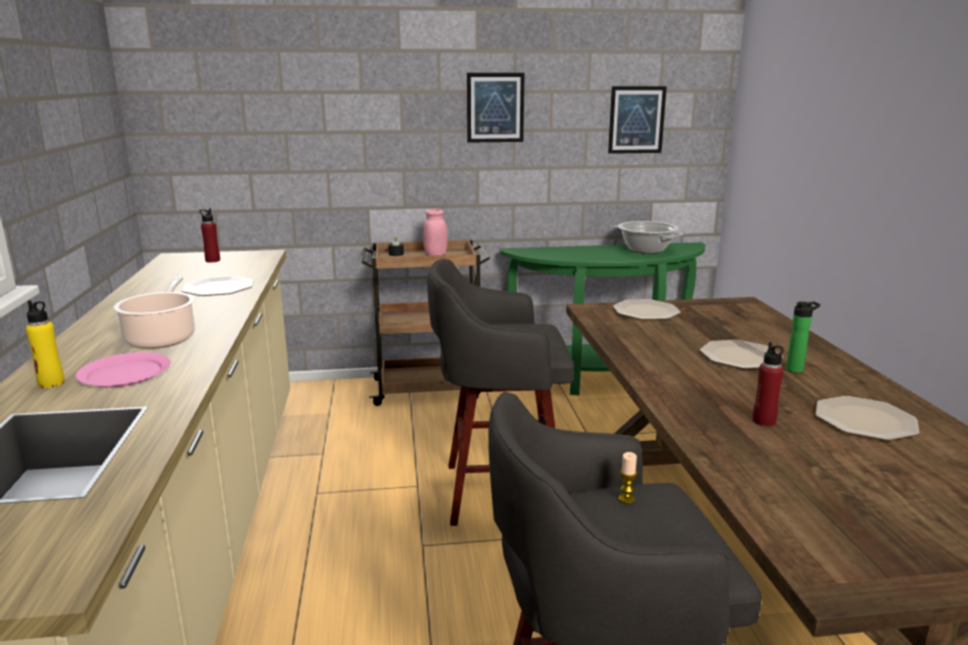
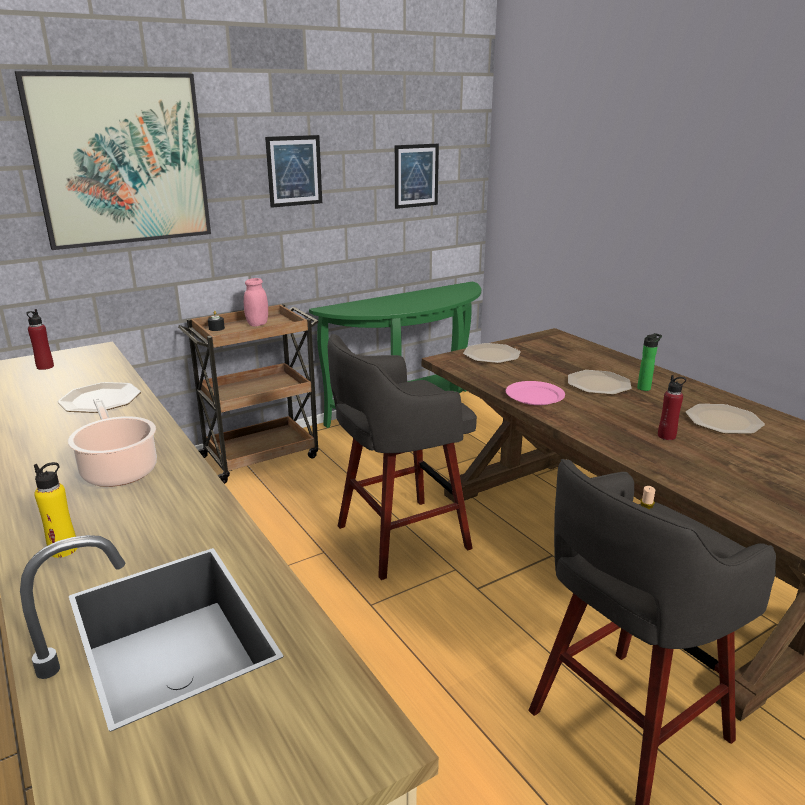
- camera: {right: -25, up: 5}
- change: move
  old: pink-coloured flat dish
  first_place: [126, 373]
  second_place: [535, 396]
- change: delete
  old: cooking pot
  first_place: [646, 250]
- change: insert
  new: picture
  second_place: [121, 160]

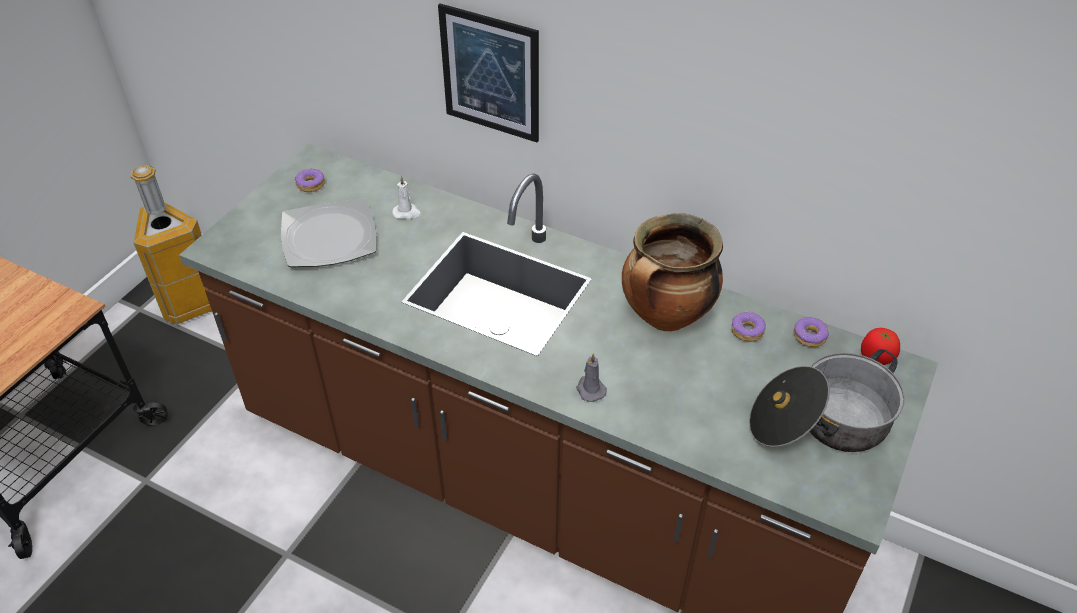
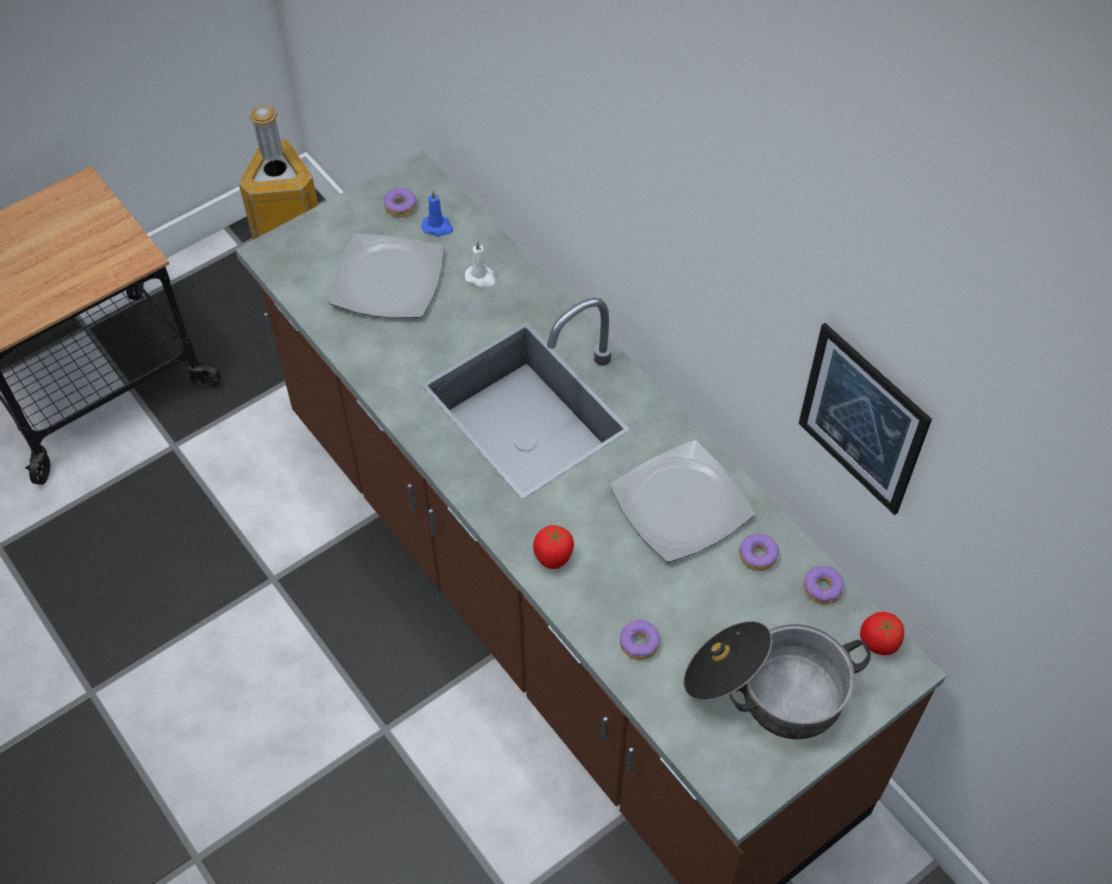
- camera: {right: 25, up: 10}
- change: move
  old: picture
  first_place: [490, 74]
  second_place: [862, 420]
- change: replace
  old: greyish wax candle
  new: whole tomato
  first_place: [590, 389]
  second_place: [553, 557]
- change: replace
  old: cooking pot
  new: flat dish
  first_place: [666, 317]
  second_place: [680, 506]
- change: insert
  new: blue-coloured wax candle
  second_place: [438, 227]
- change: insert
  new: doughnut
  second_place: [639, 644]

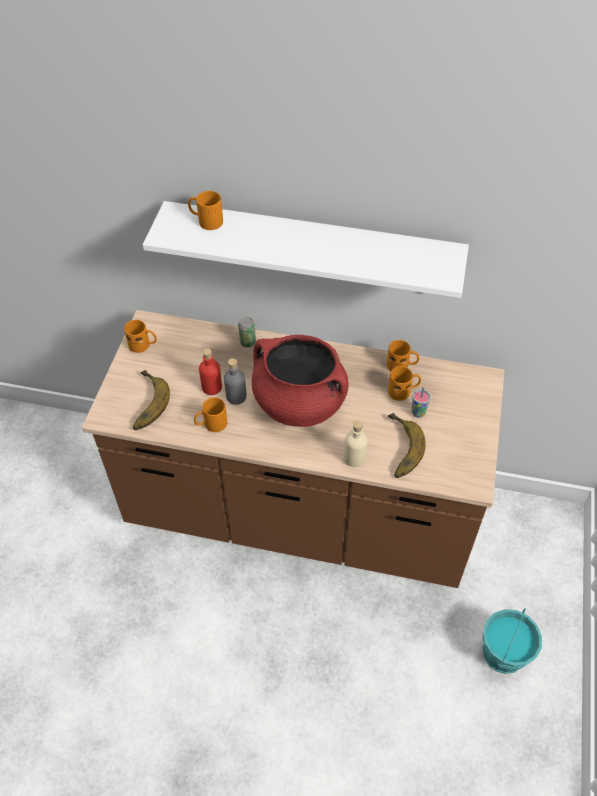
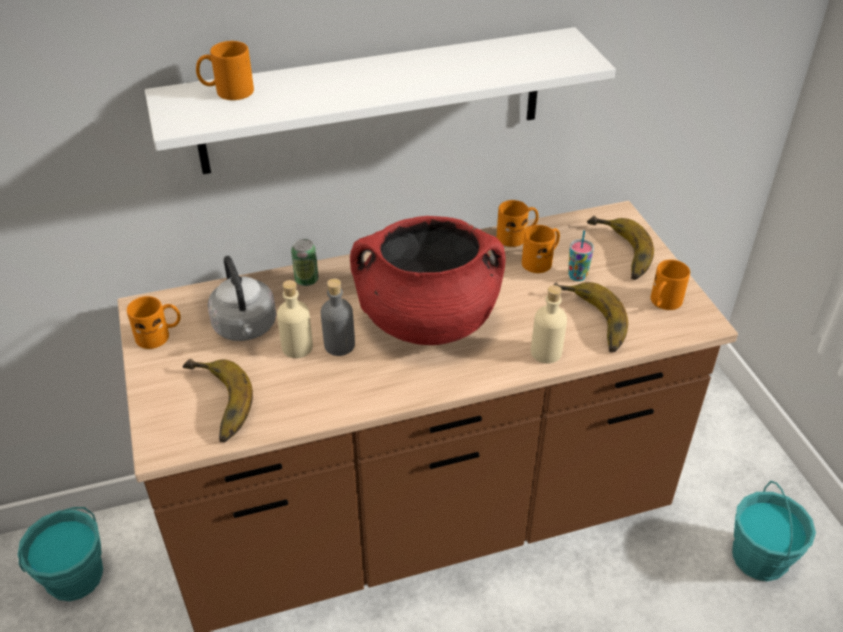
- camera: {right: -30, up: -10}
- change: move
  old: orangey tea mug
  first_place: [211, 424]
  second_place: [663, 303]
- change: recolor
  old: red beverage bottle
  new: sand-coloured beverage bottle
  first_place: [212, 387]
  second_place: [297, 347]
- change: insert
  new: turquoise water bucket
  second_place: [75, 577]
- change: insert
  new: greyish tea kettle
  second_place: [246, 328]
- change: insert
  new: whole banana
  second_place: [616, 252]

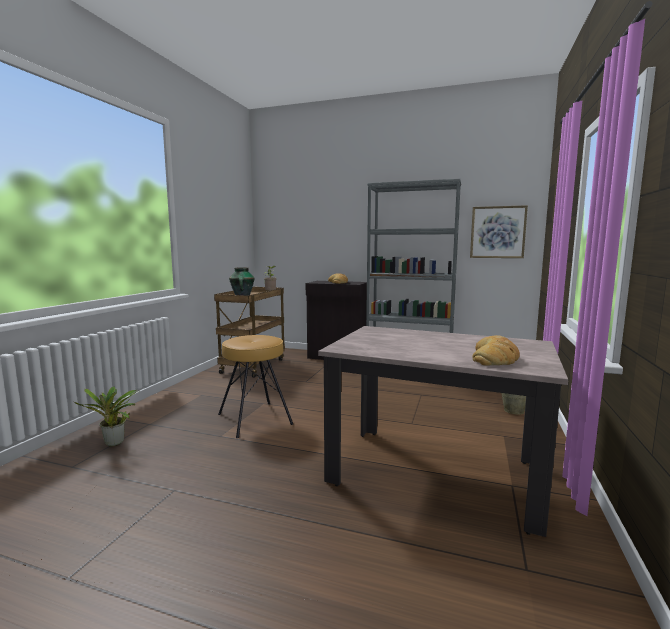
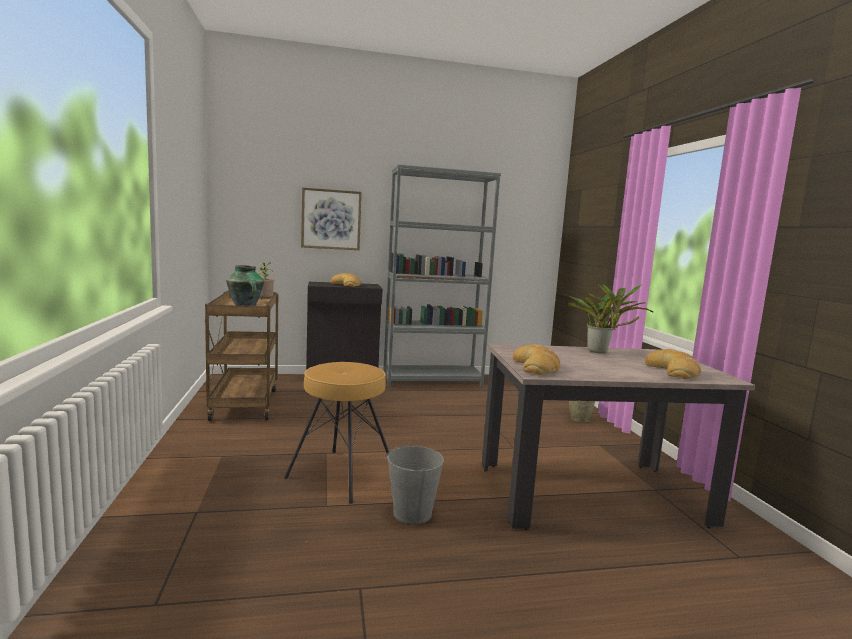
- camera: {right: -30, up: 0}
- change: move
  old: houseplant
  first_place: [114, 444]
  second_place: [600, 352]
- change: move
  old: picture
  first_place: [497, 232]
  second_place: [331, 219]
- change: insert
  new: greyish water bucket
  second_place: [412, 513]
- change: insert
  new: baked bread
  second_place: [536, 366]

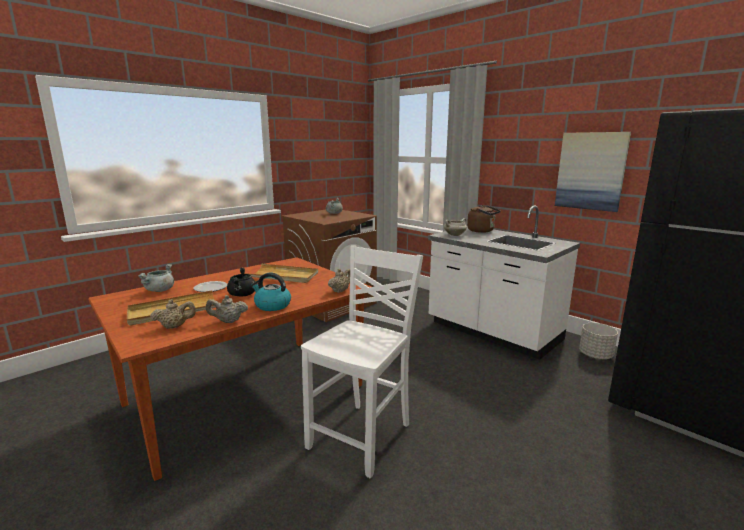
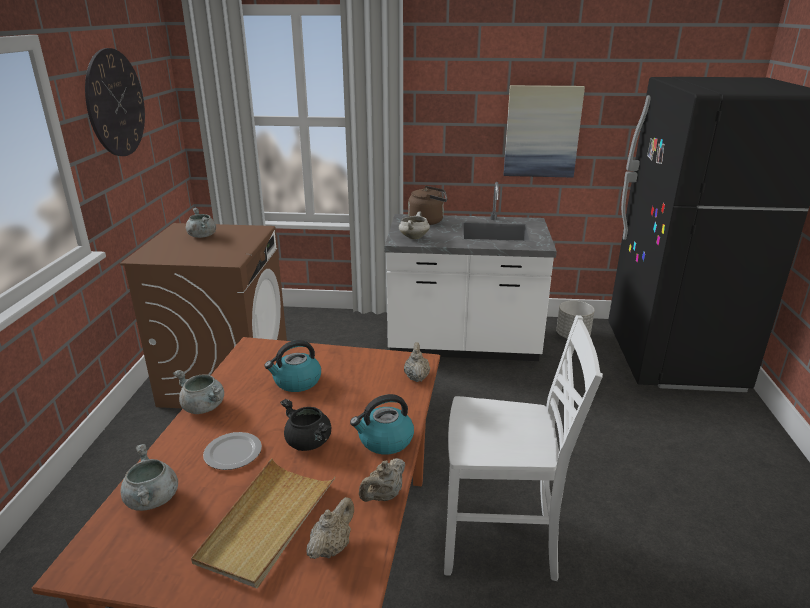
- camera: {right: -40, up: 10}
- change: replace
  old: sand-coloured serving tray
  new: tea kettle
  first_place: [283, 276]
  second_place: [296, 382]
- change: rotate
  old: whitish plain chair
  first_place: [363, 436]
  second_place: [502, 542]
  degrees: 105
- change: insert
  new: wall clock
  second_place: [115, 103]
- change: insert
  new: greyish cooking pot
  second_place: [204, 407]

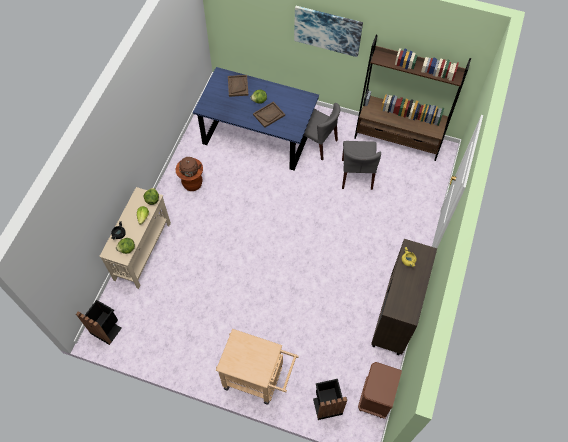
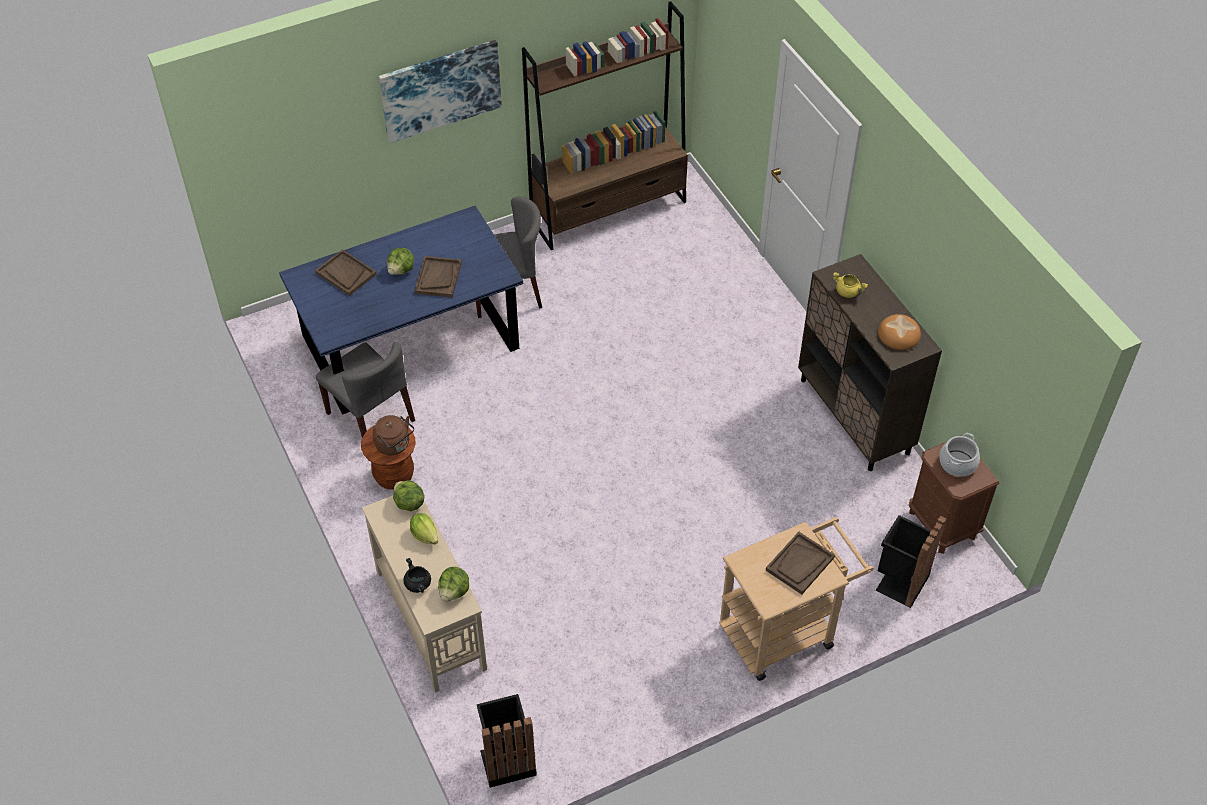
- camera: {right: -45, up: -10}
- change: move
  old: greyish plain chair
  first_place: [357, 174]
  second_place: [371, 417]
- change: insert
  new: brown-coloured serving tray
  second_place: [800, 564]
- change: insert
  new: baked bread
  second_place: [898, 334]
- change: insert
  new: cooking pot
  second_place: [957, 463]

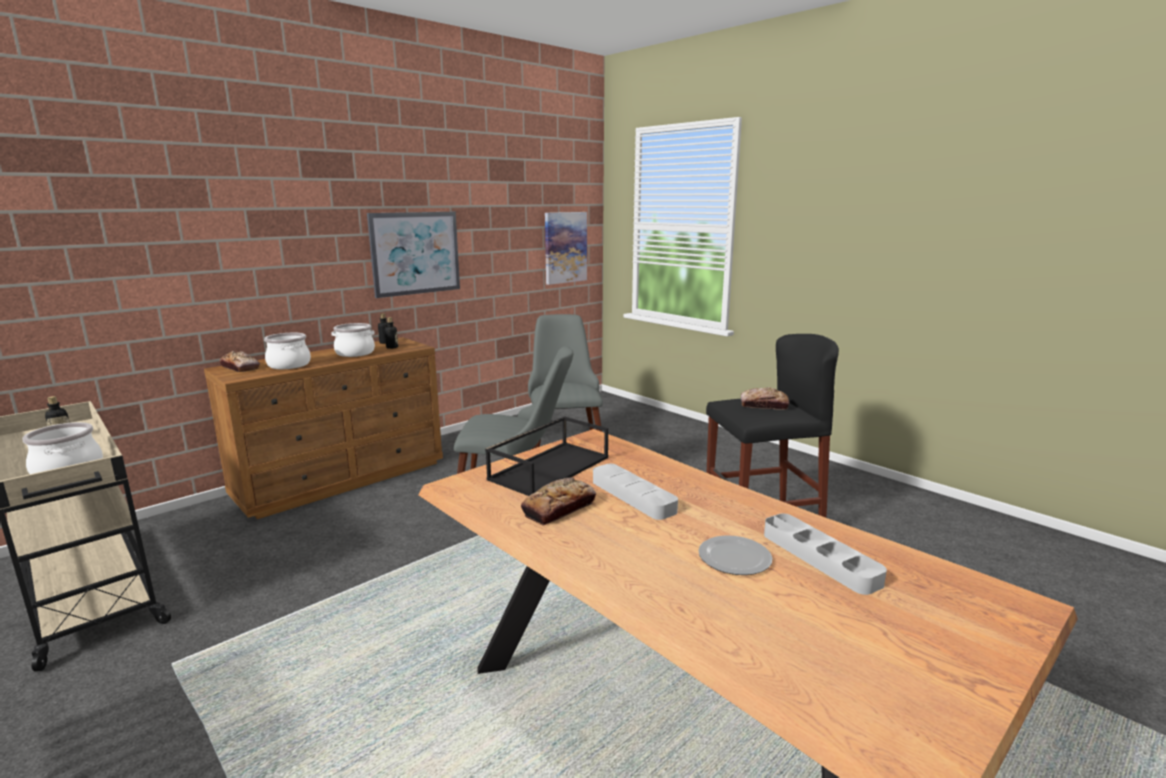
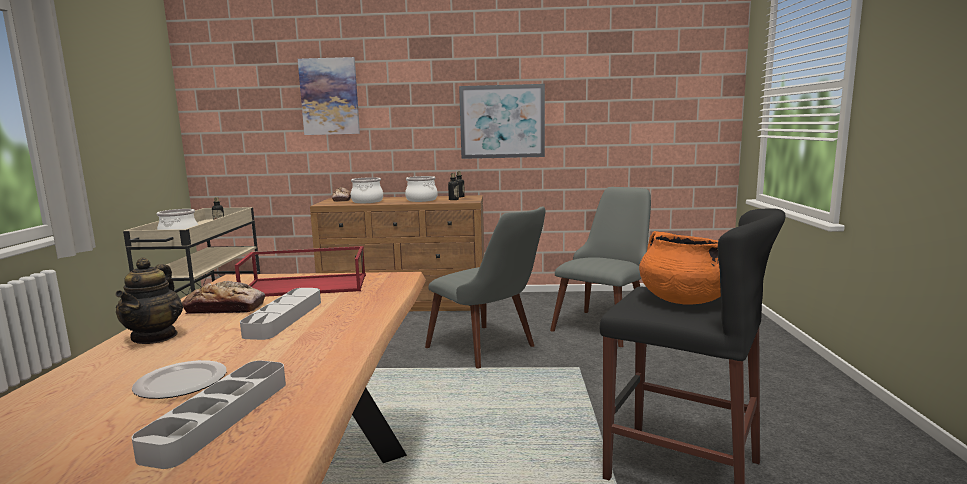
- camera: {right: 45, up: -5}
- change: recolor
  old: blackish serving tray
  new: red serving tray
  first_place: [549, 467]
  second_place: [307, 285]
- change: move
  old: picture
  first_place: [565, 247]
  second_place: [329, 96]
- change: replace
  old: baked bread
  new: orangey cooking pot
  first_place: [763, 405]
  second_place: [682, 300]
- change: insert
  new: teapot
  second_place: [155, 337]

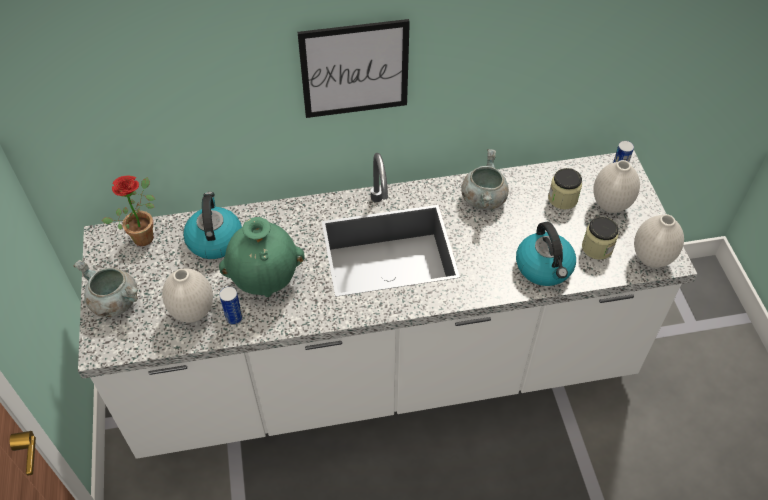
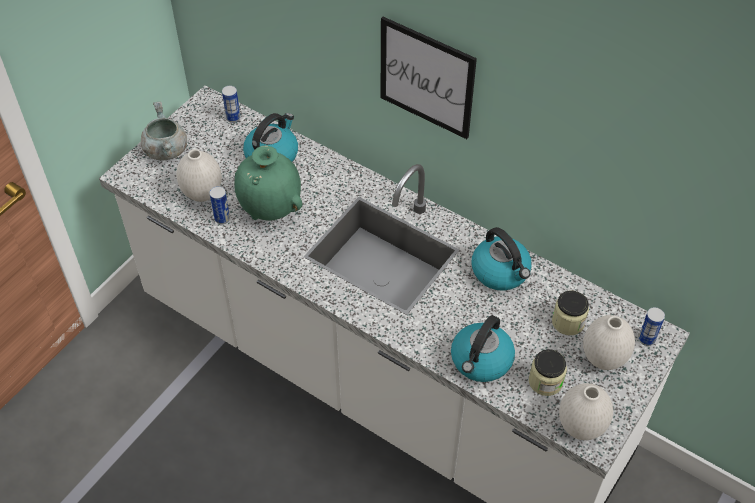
- camera: {right: 45, up: 0}
- change: replace
  old: houseplant
  new: metal can
  first_place: [144, 234]
  second_place: [233, 118]
- change: replace
  old: greyish cooking pot
  new: tea kettle
  first_place: [483, 198]
  second_place: [501, 272]

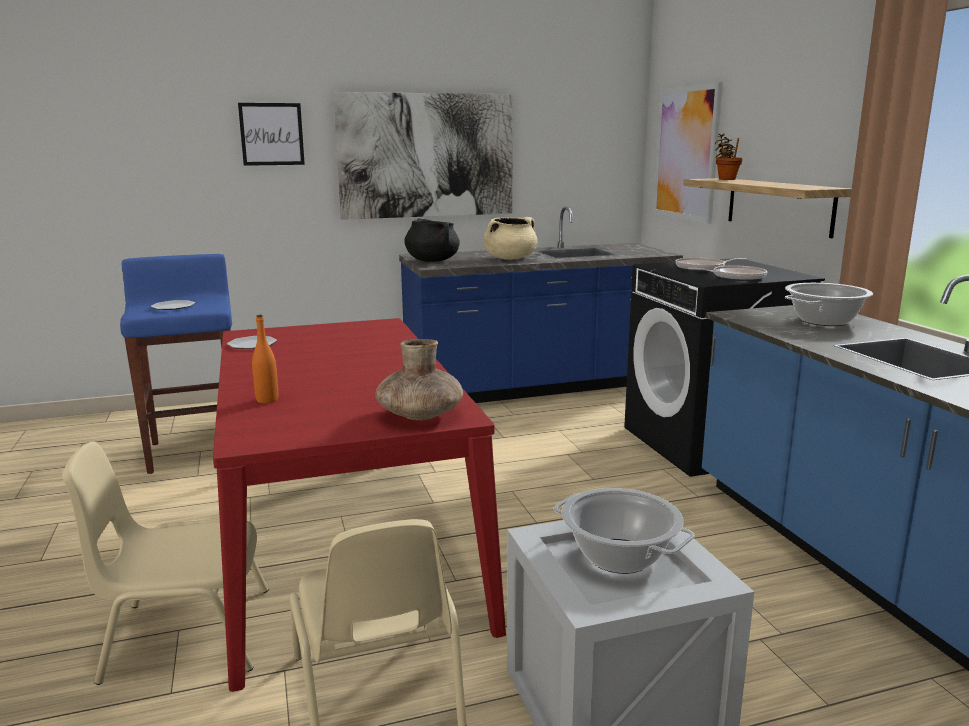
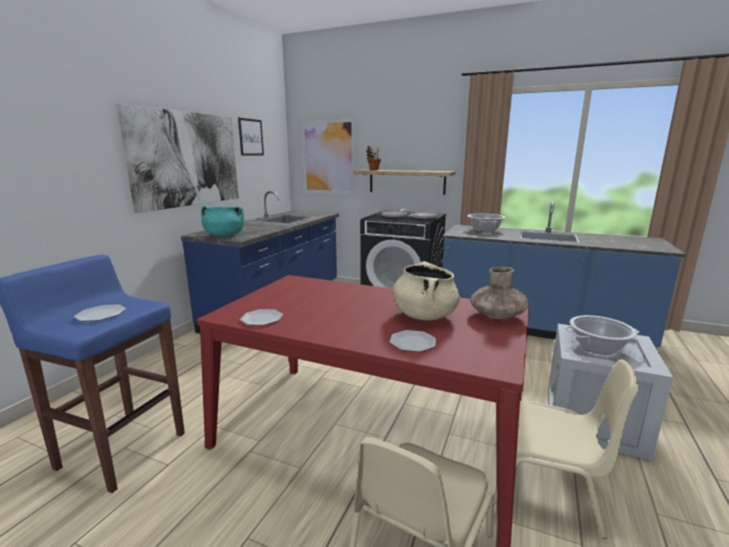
- camera: {right: -50, up: 0}
- change: move
  old: picture
  first_place: [271, 134]
  second_place: [251, 137]
- change: replace
  old: orangey beverage bottle
  new: flat dish
  first_place: [267, 400]
  second_place: [413, 343]
- change: recolor
  old: blackish cooking pot
  new: turquoise cooking pot
  first_place: [432, 261]
  second_place: [224, 235]
- change: move
  old: sand-coloured cooking pot
  first_place: [510, 259]
  second_place: [424, 315]

